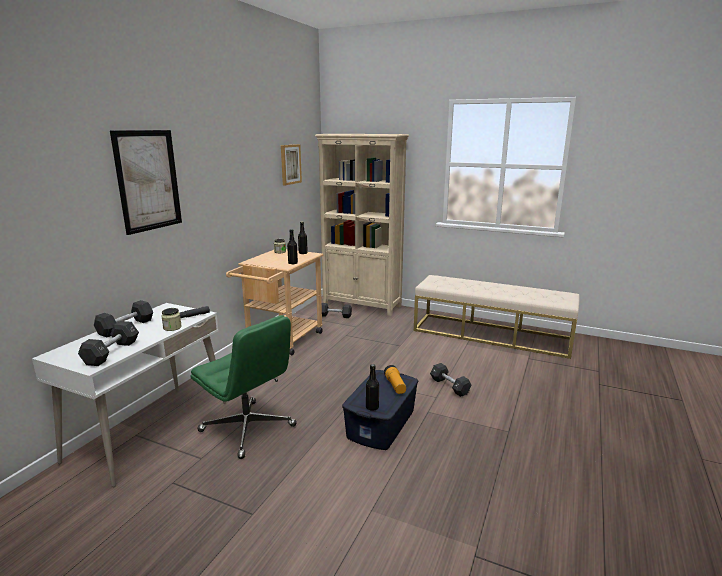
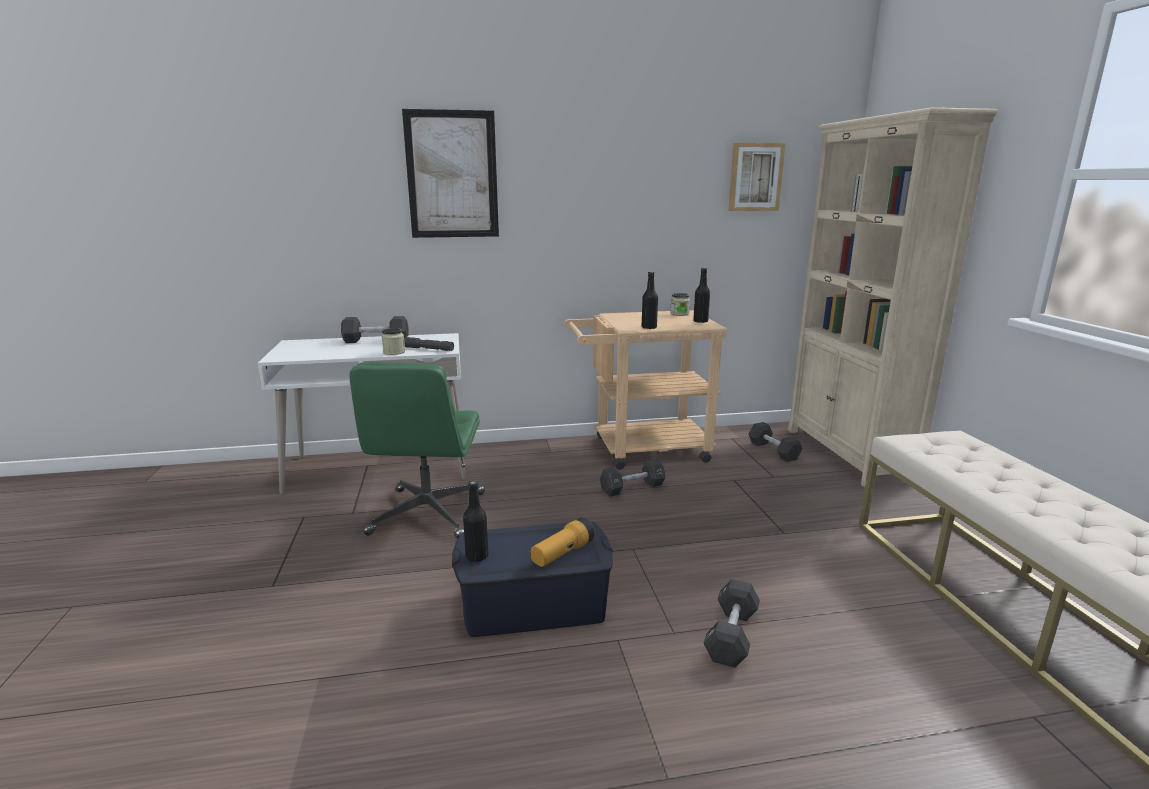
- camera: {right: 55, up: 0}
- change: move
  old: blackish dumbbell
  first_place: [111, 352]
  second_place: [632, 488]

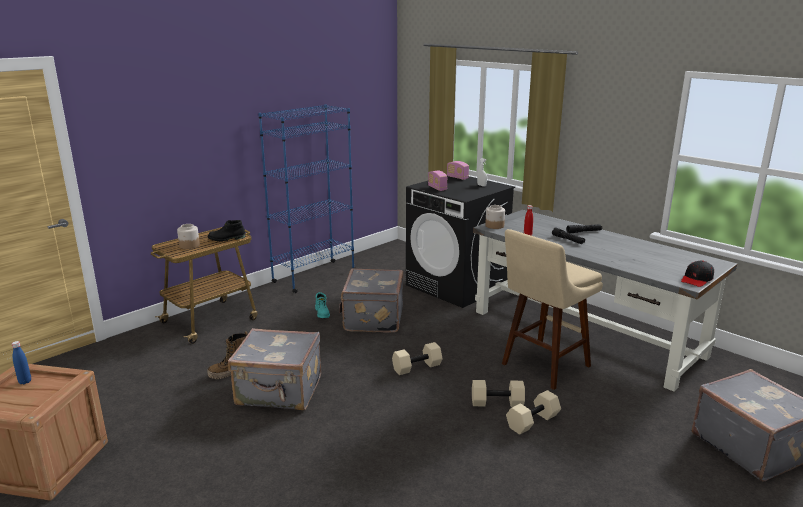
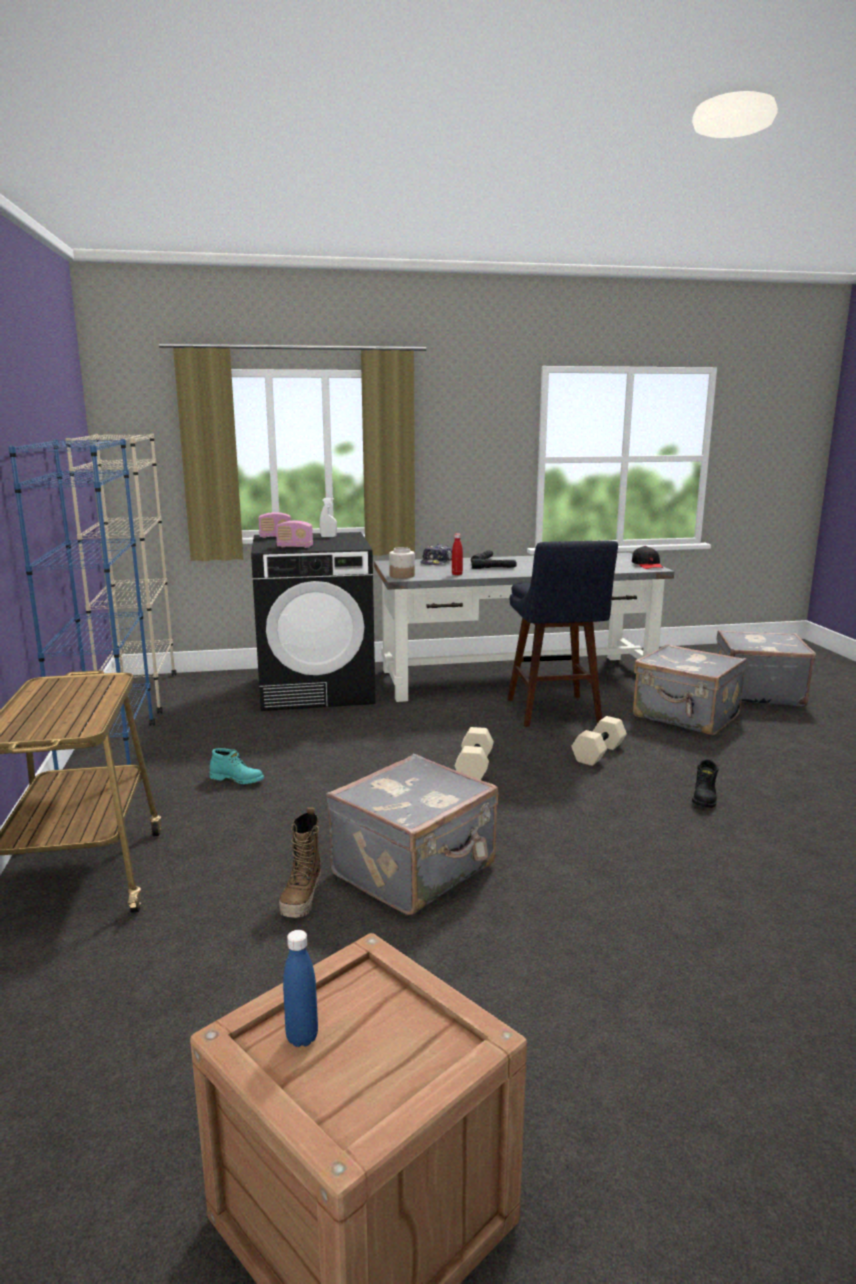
- camera: {right: -55, up: -5}
- change: delete
  old: preserve jar
  first_place: [189, 245]
- change: move
  old: blackish tall boot
  first_place: [226, 239]
  second_place: [705, 798]
- change: move
  old: greyish suitcase
  first_place: [372, 319]
  second_place: [686, 717]
- change: recolor
  old: sand-coloured stool seat
  new: blue-coloured stool seat
  first_place: [542, 367]
  second_place: [555, 713]
- change: delete
  old: sand-coloured dumbbell
  first_place: [533, 422]
- change: insert
  new: sand-coloured bookshelf
  second_place: [140, 695]
- change: insert
  new: cap
  second_place: [437, 562]

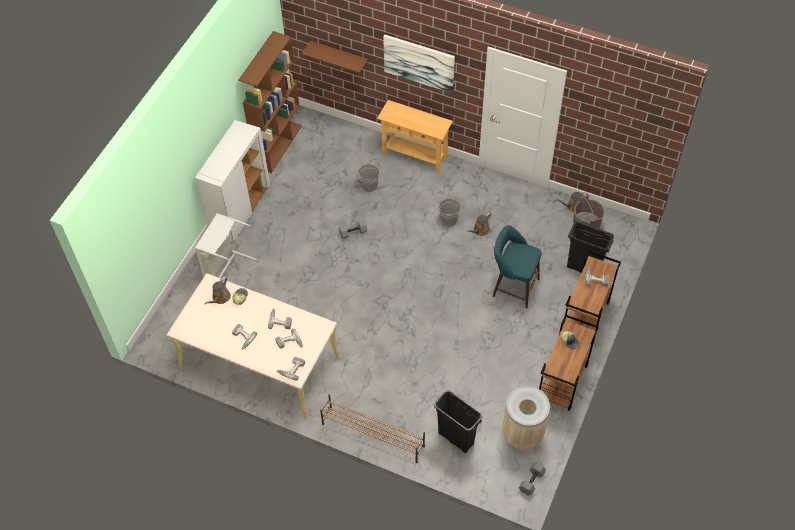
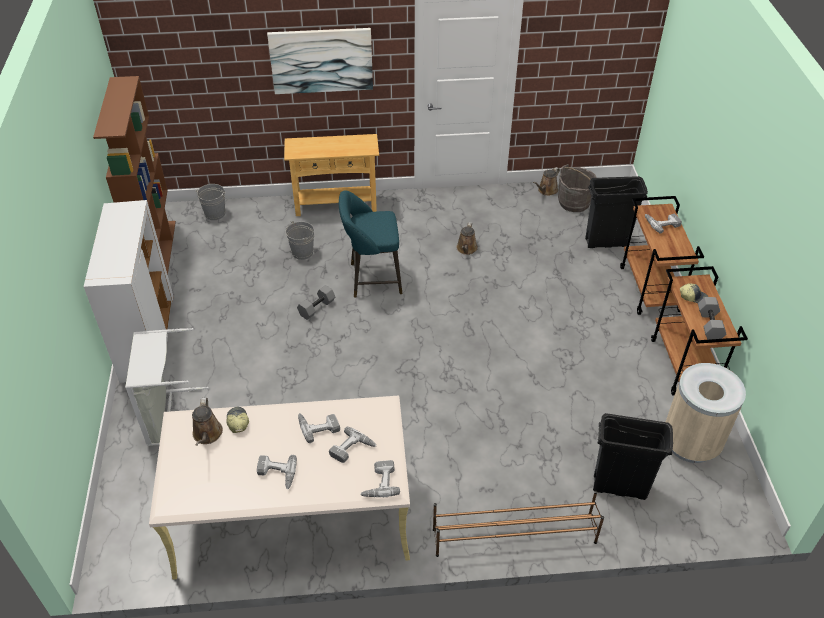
- camera: {right: -30, up: -10}
- change: delete
  old: brown-coloured bracket shelf
  first_place: [339, 56]
- change: move
  old: greyish water bucket
  first_place: [448, 220]
  second_place: [215, 213]
- change: move
  old: turquoise stool seat
  first_place: [513, 287]
  second_place: [372, 279]
- change: move
  old: greyish dumbbell
  first_place: [531, 481]
  second_place: [708, 324]

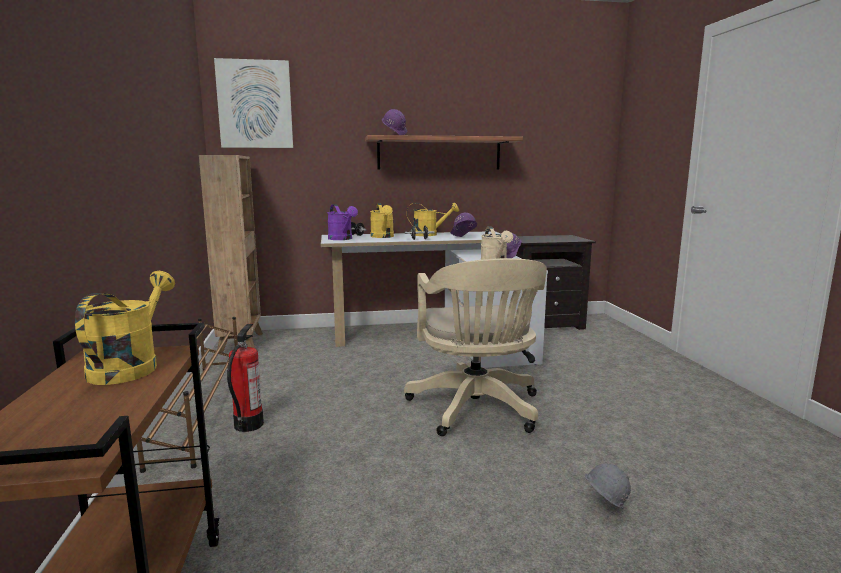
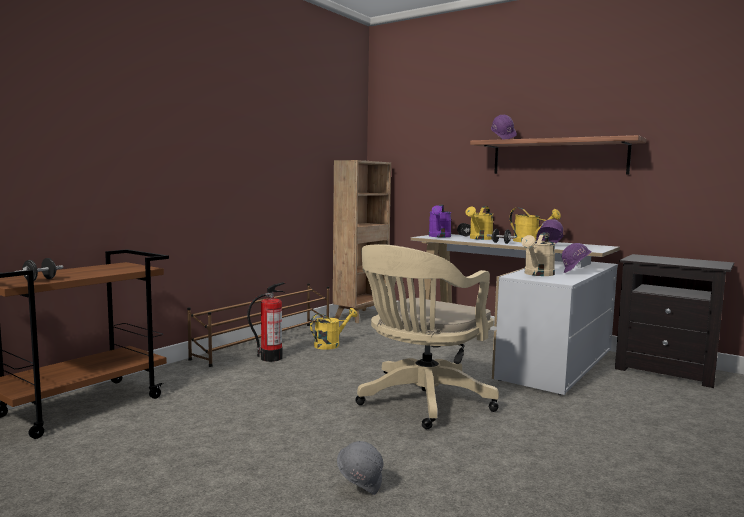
- camera: {right: 45, up: -5}
- change: move
  old: yellow-coloured watering pot
  first_place: [130, 366]
  second_place: [331, 344]
- change: delete
  old: picture
  first_place: [255, 104]
- change: insert
  new: blackish dumbbell
  second_place: [40, 280]

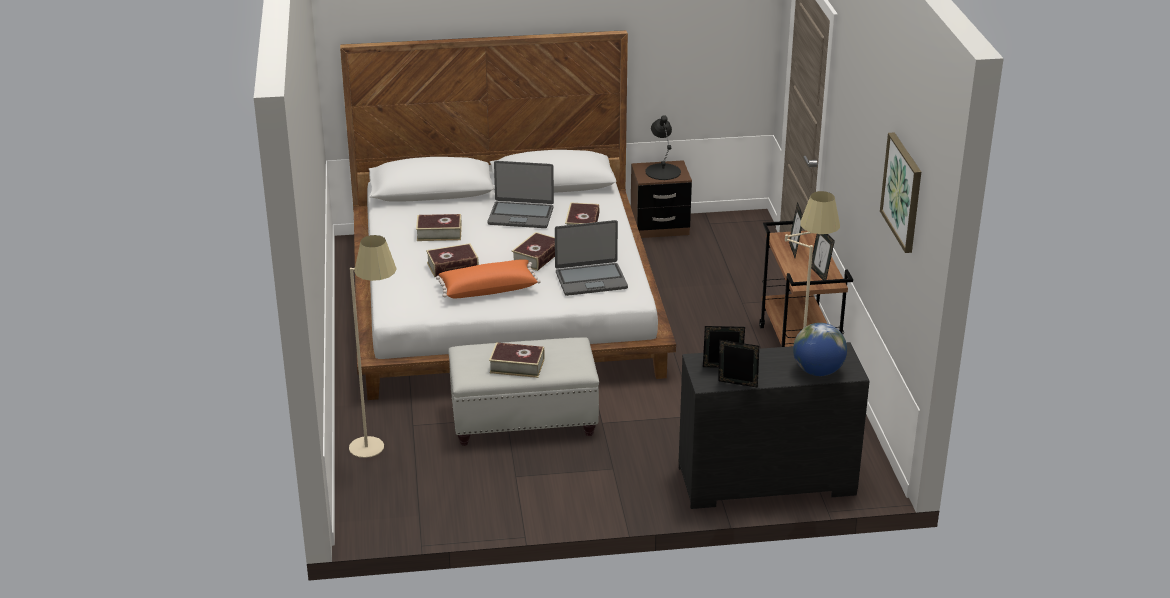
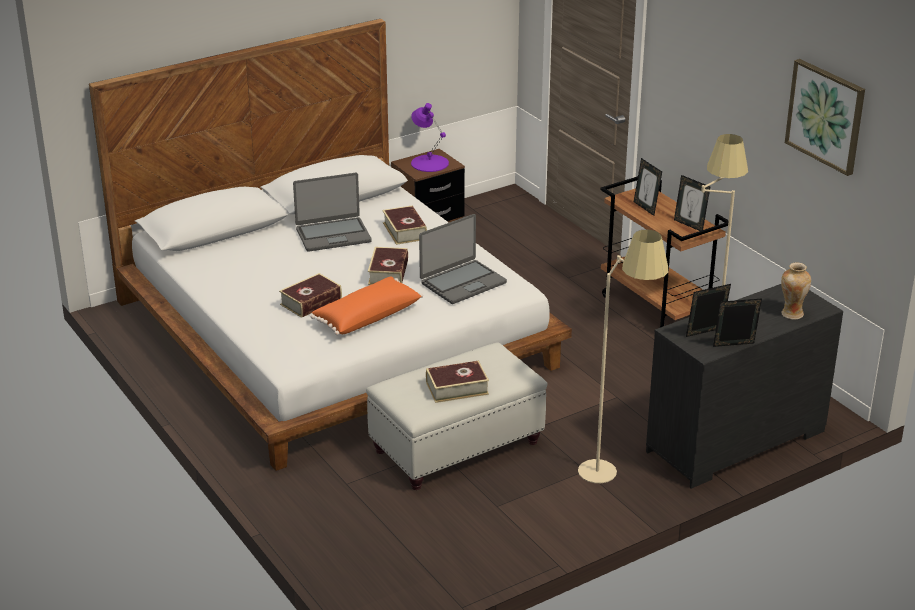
- camera: {right: -25, up: 0}
- change: move
  old: sand-coloured floor lamp
  first_place: [379, 452]
  second_place: [615, 472]
- change: delete
  old: volume
  first_place: [439, 233]
- change: recolor
  old: blackish lamp for a table
  new: purple lamp for a table
  first_place: [663, 171]
  second_place: [429, 163]
- change: replace
  old: desk globe
  new: flower vase
  first_place: [818, 371]
  second_place: [792, 314]

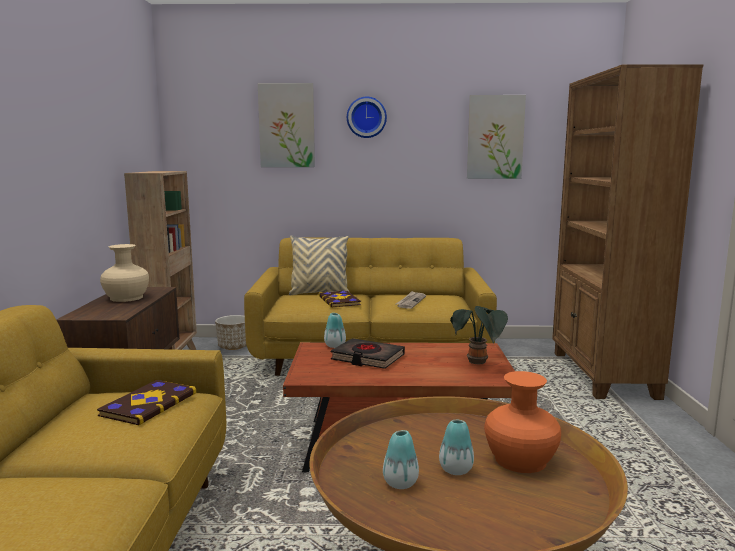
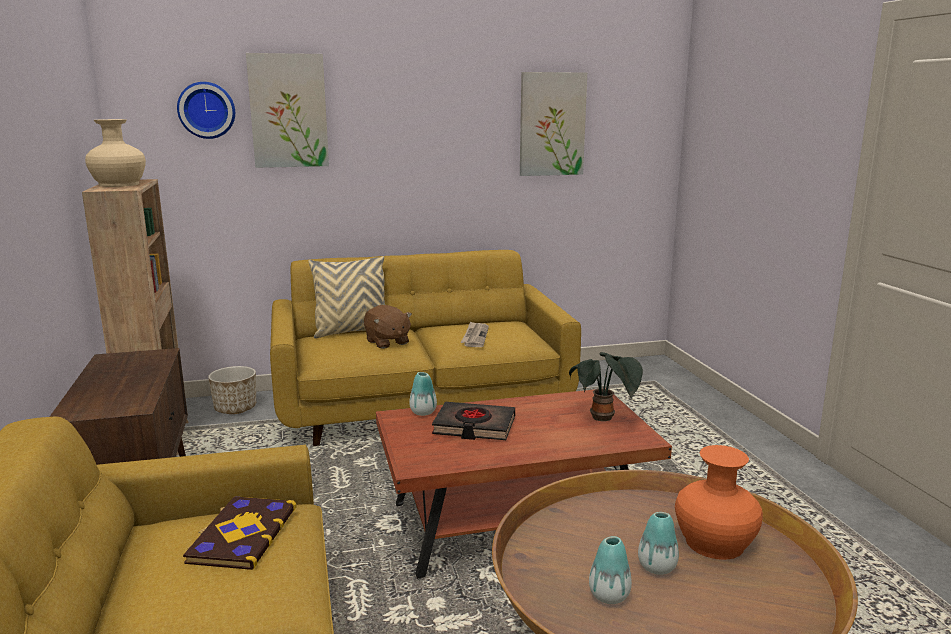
- camera: {right: -15, up: 5}
- change: move
  old: sand-coloured flower vase
  first_place: [126, 298]
  second_place: [119, 184]
- change: replace
  old: volume
  new: brown-coloured plush toy
  first_place: [340, 300]
  second_place: [387, 342]
- change: move
  old: wall clock
  first_place: [366, 117]
  second_place: [207, 110]
- change: delete
  old: brown-coloured bookshelf
  first_place: [602, 374]

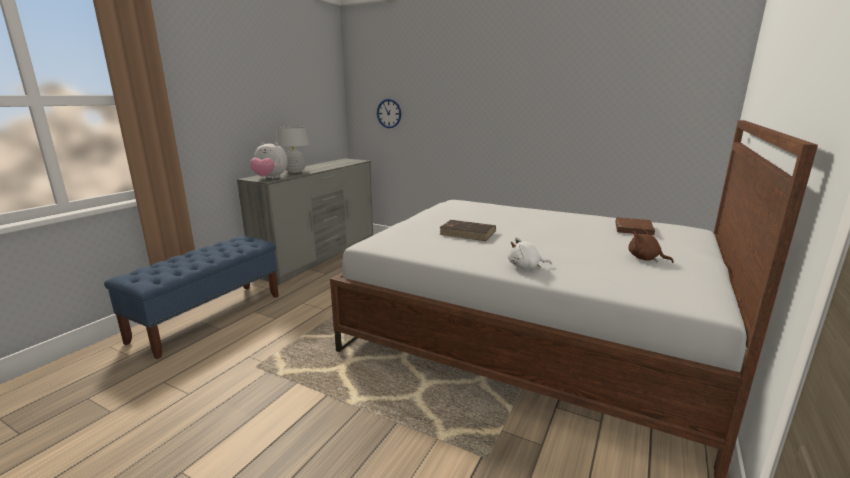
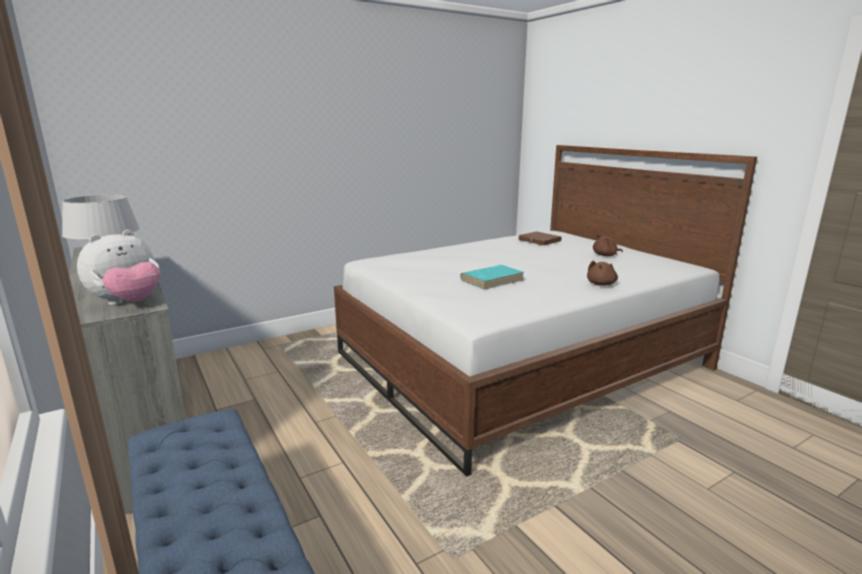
- camera: {right: -60, up: 0}
- change: delete
  old: wall clock
  first_place: [389, 113]
- change: recolor
  old: brown-coloured volume
  new: turquoise volume
  first_place: [468, 233]
  second_place: [492, 279]
- change: recolor
  old: whitish plush toy
  new: brown-coloured plush toy
  first_place: [526, 267]
  second_place: [601, 284]

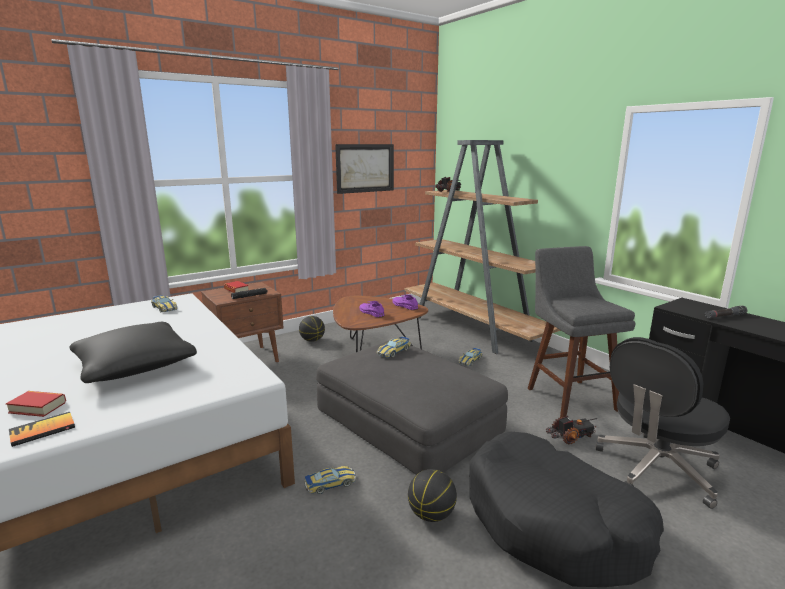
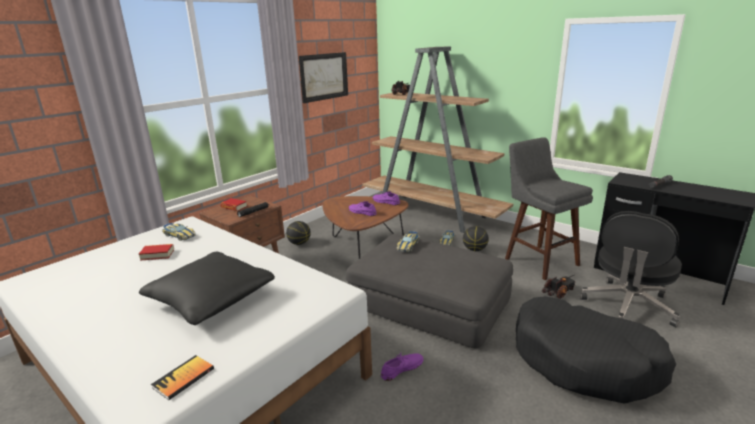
- camera: {right: -15, up: 5}
- change: move
  old: volume
  first_place: [38, 407]
  second_place: [157, 255]
- change: replace
  old: model car
  new: purple low shoe
  first_place: [330, 483]
  second_place: [402, 368]
- change: move
  old: basketball ball
  first_place: [431, 514]
  second_place: [474, 249]

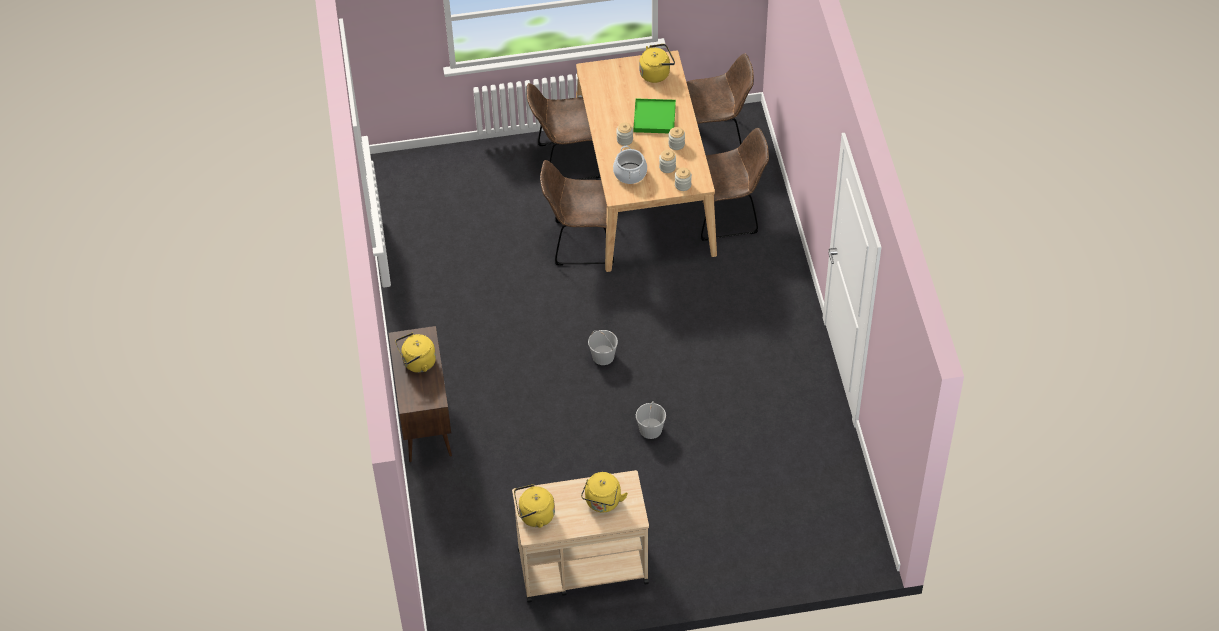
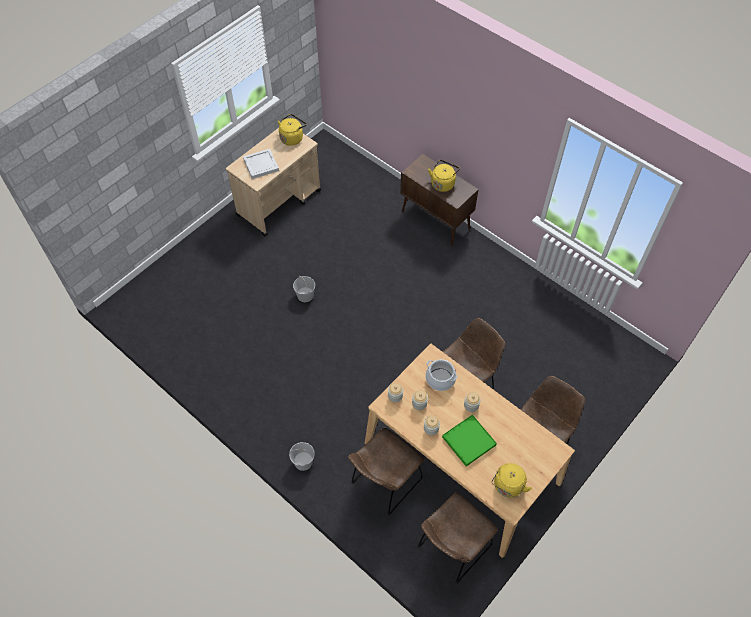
- camera: {right: 140, up: 5}
- change: replace
  old: yellow-coloured tea kettle
  new: whitish serving tray
  first_place: [602, 502]
  second_place: [261, 164]
- change: move
  old: whitish water bucket
  first_place: [602, 356]
  second_place: [303, 461]

